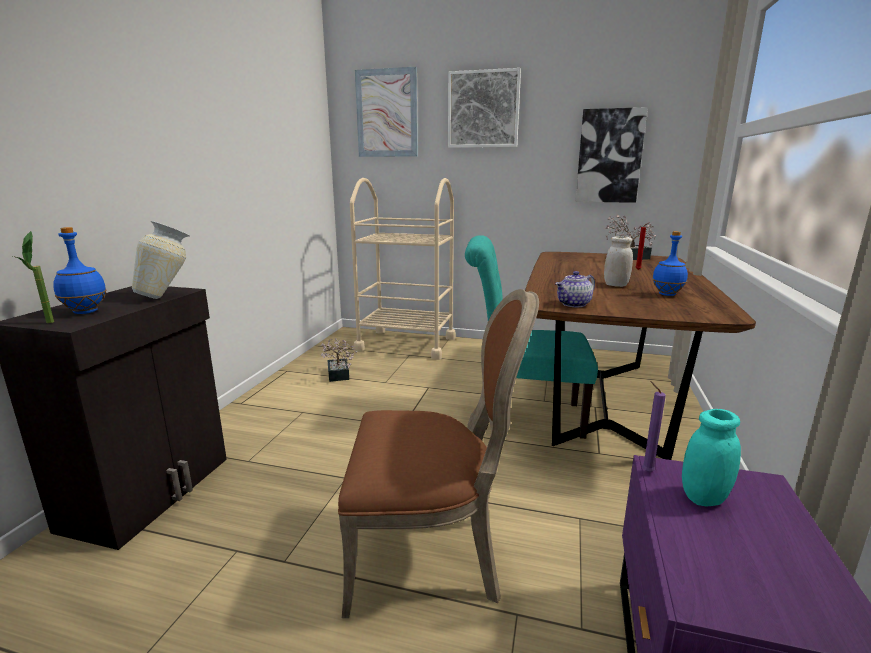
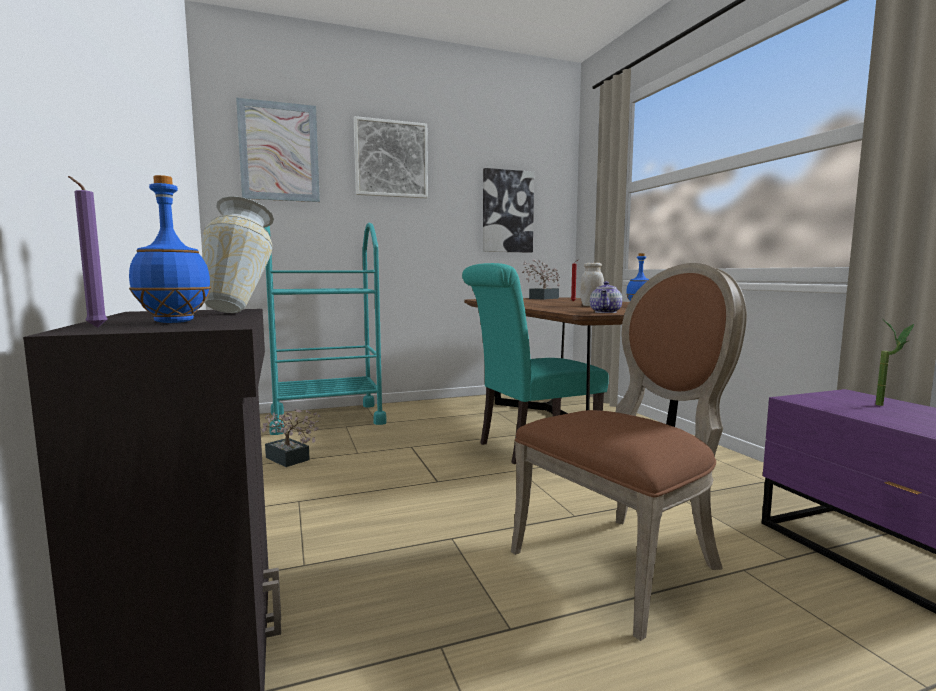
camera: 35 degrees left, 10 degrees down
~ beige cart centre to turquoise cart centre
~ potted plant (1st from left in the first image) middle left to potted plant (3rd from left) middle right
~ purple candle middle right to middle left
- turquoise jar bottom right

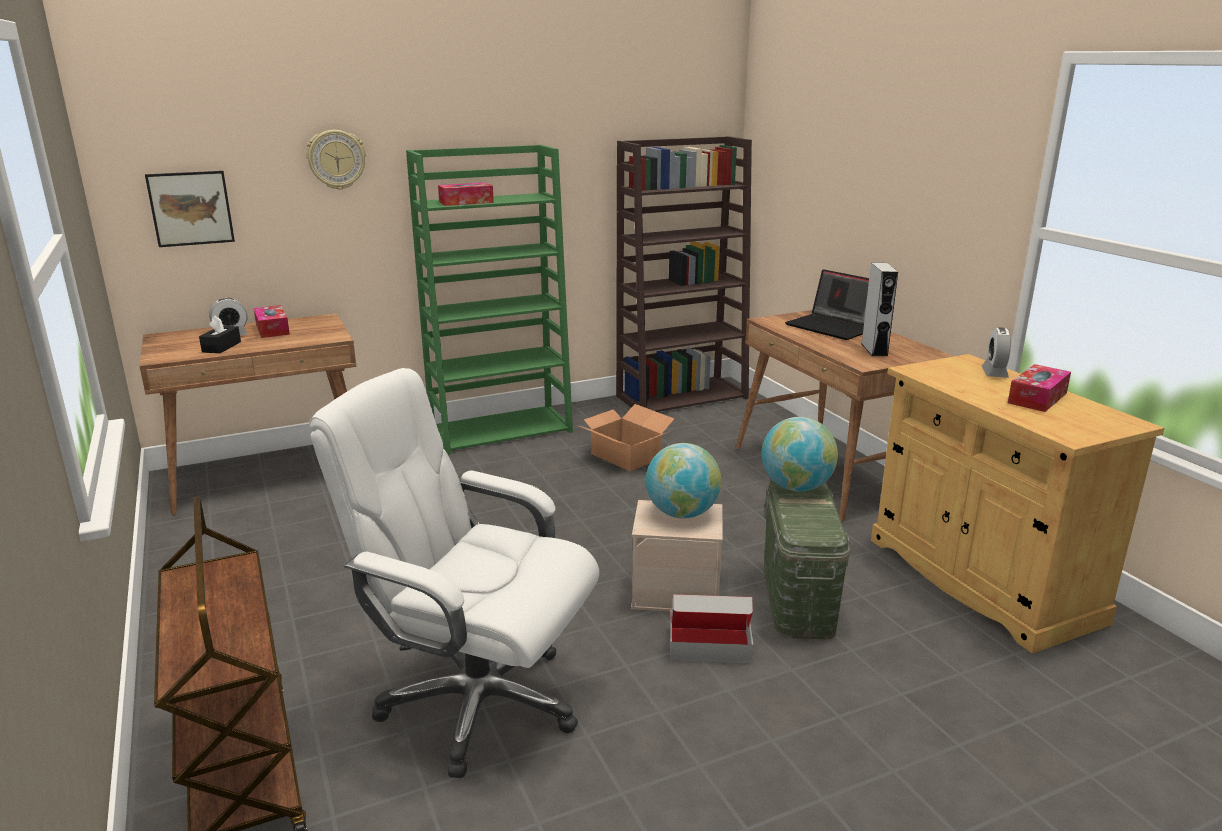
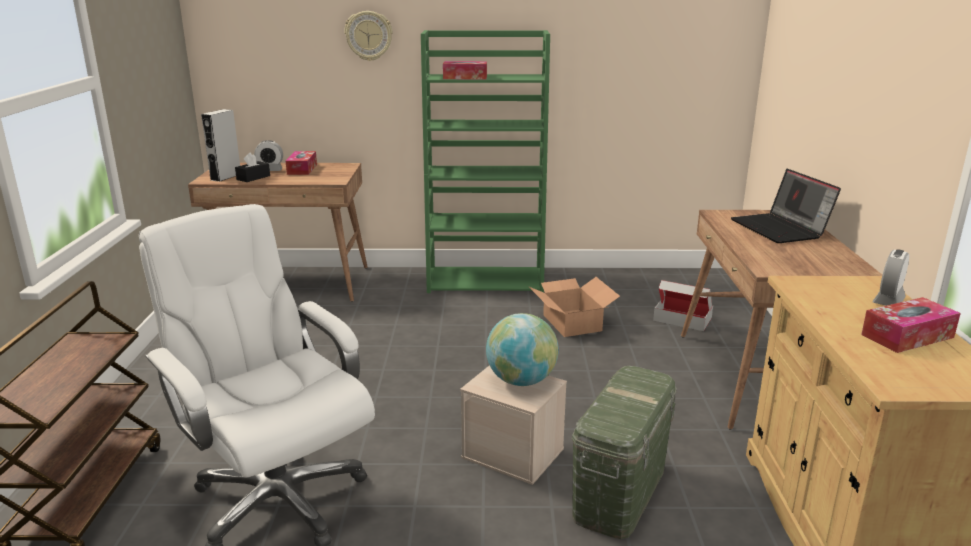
camera: 25 degrees right, 0 degrees up
- brown bookcase top centre
- picture top left
~ grey speaker middle right to top left
- globe (2nd from left) centre
~ cardboard box (2nd from left) bottom centre to middle right

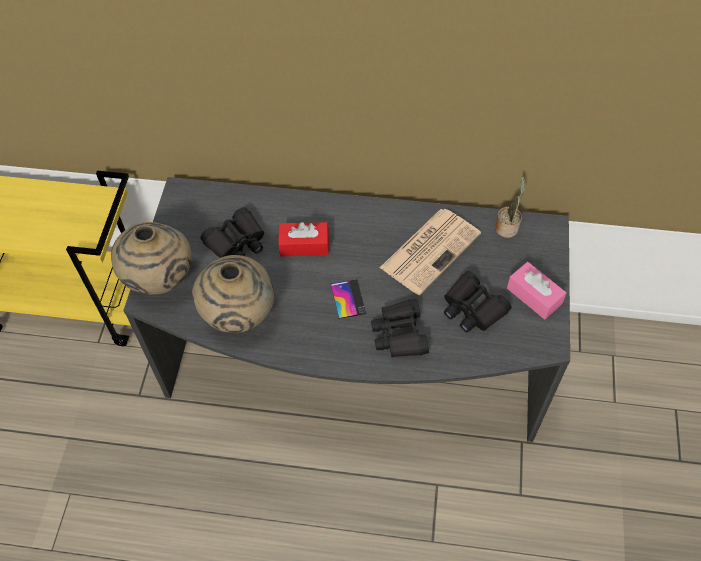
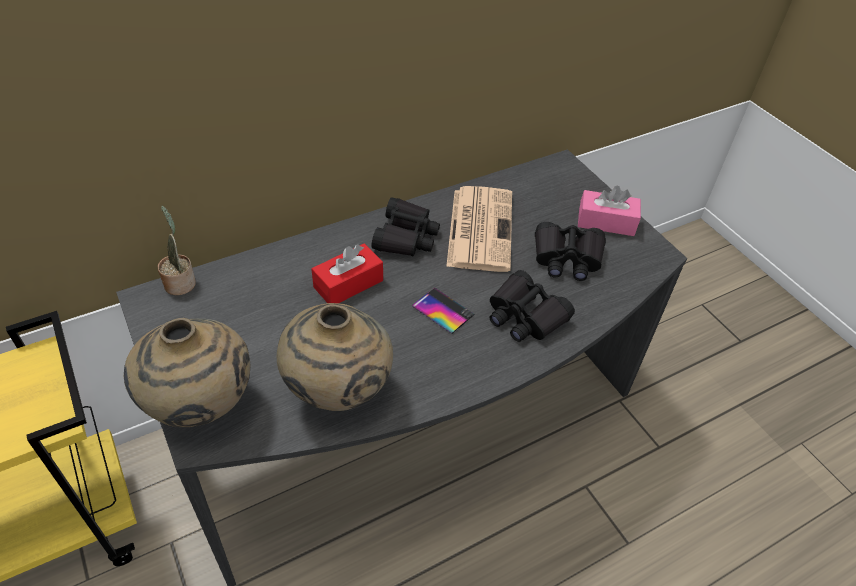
camera: 40 degrees left, 10 degrees down
~ potted plant middle right to middle left
~ black binoculars (1st from left) middle left to centre

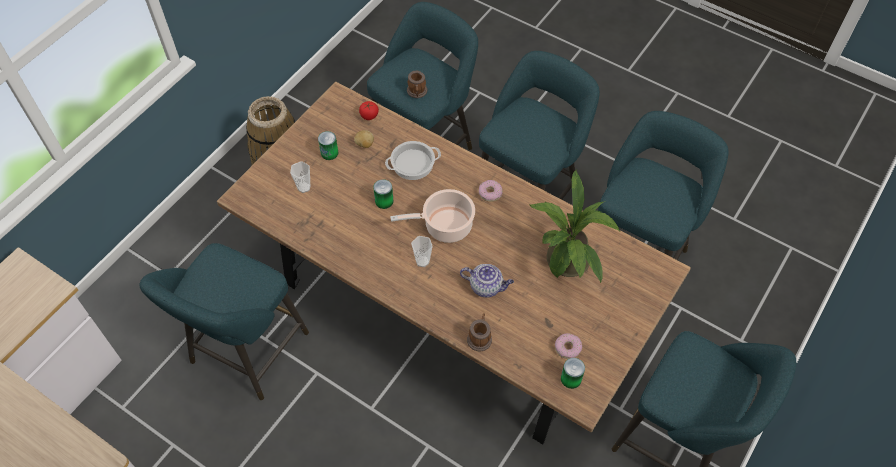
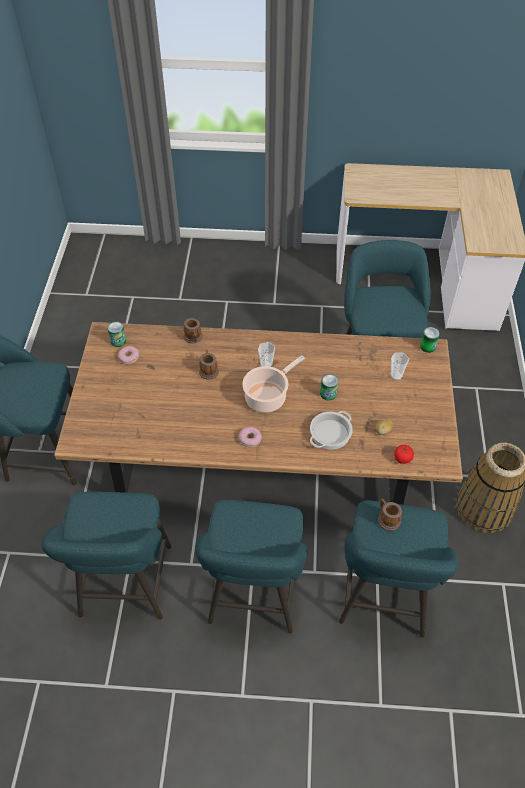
camera: 150 degrees right, 5 degrees down
~ can (1st from left in the first image) top centre to can (3rd from left) middle right
- potted plant centre
~ teapot centre to mug (2nd from left) centre

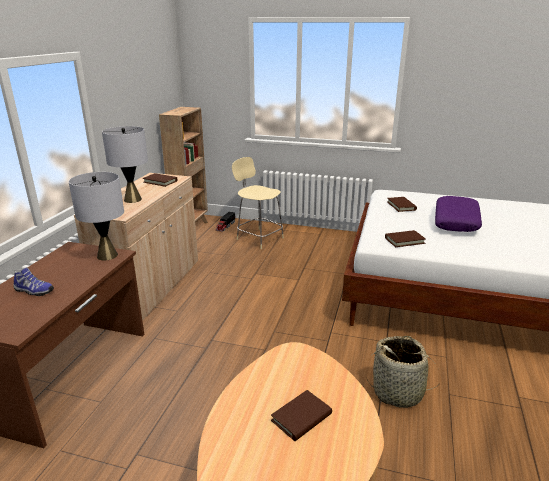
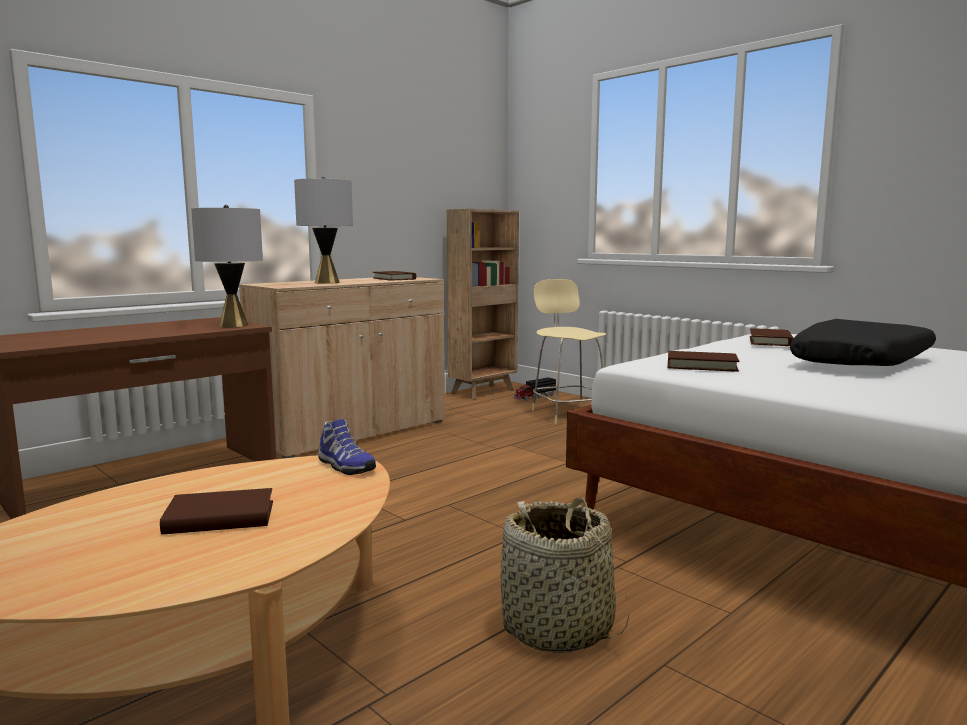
camera: 30 degrees right, 15 degrees down
~ purple pillow middle right to black pillow middle right
~ shoe middle left to centre

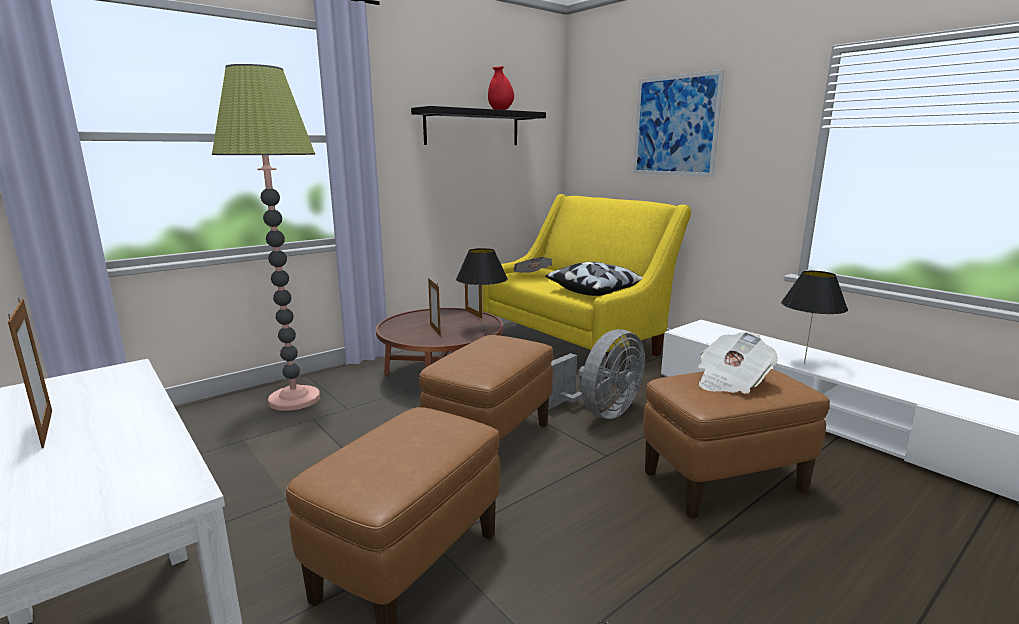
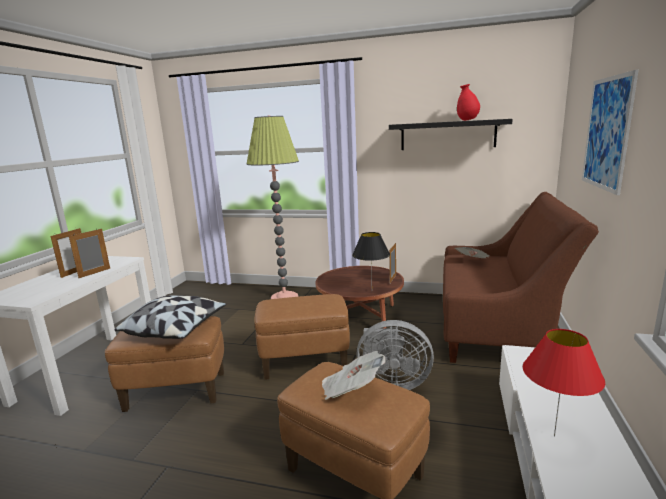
camera: 55 degrees right, 0 degrees up
~ yellow sofa centre to brown sofa middle right
~ pillow centre to middle left
~ black table lamp (2nd from left) middle right to red table lamp bottom right
~ picture frame (2nd from left) centre to middle left

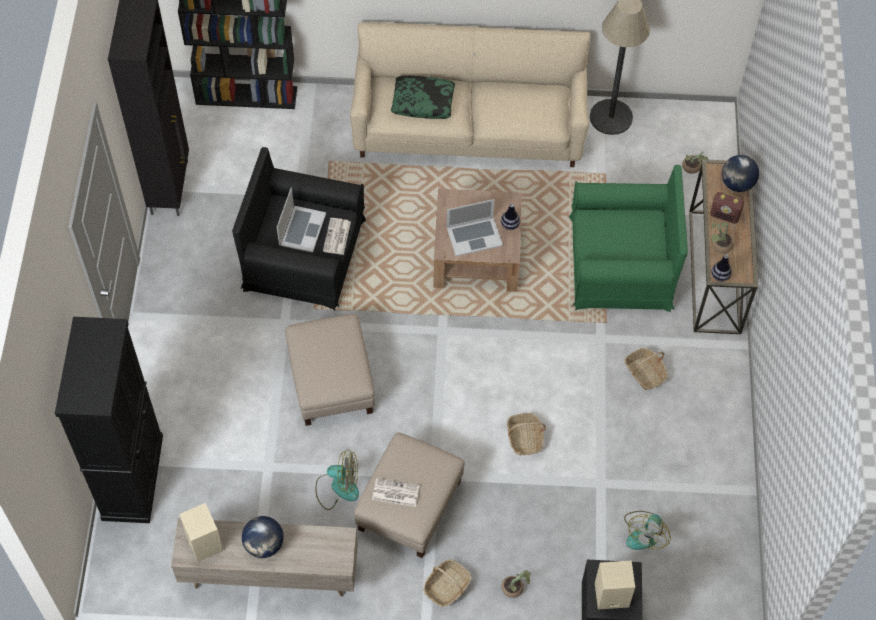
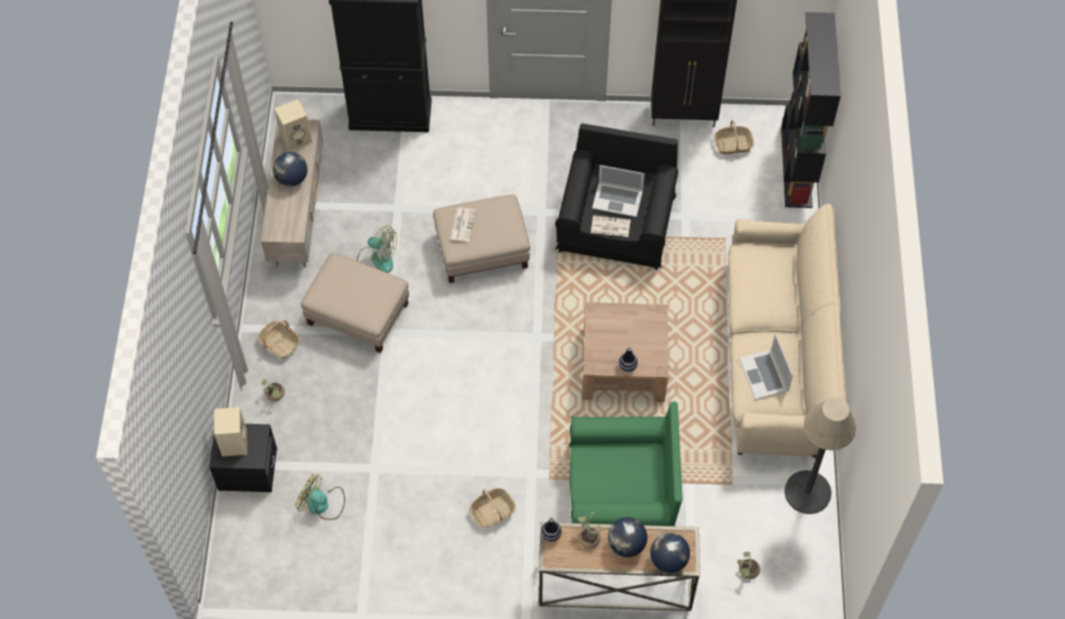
camera: 90 degrees right, 0 degrees up
- pillow top centre
~ green armchair middle right = bottom centre 90 degrees counterclockwise
~ radio middle right to globe (2nd from left) bottom centre
~ laptop (2nd from left) centre to middle right
~ basket (2nd from left in the first image) bottom centre to basket (3rd from left) top right
~ fan (1st from left in the first image) bottom centre = centre 75 degrees counterclockwise
~ newspaper (2nd from left in the first image) bottom centre to newspaper (1st from left) centre

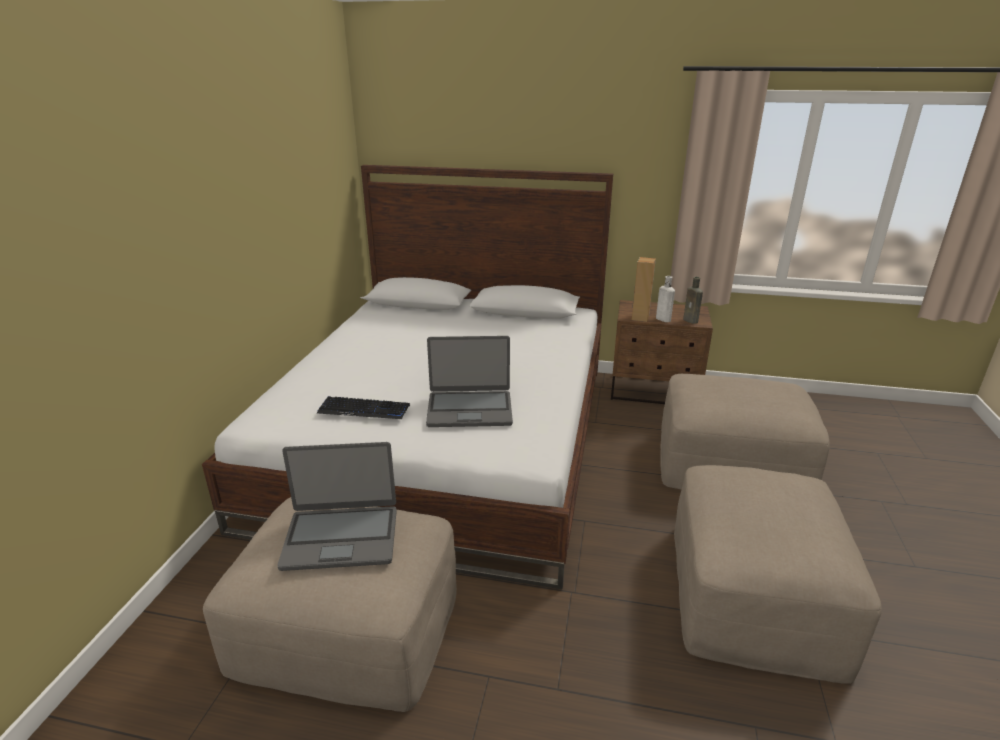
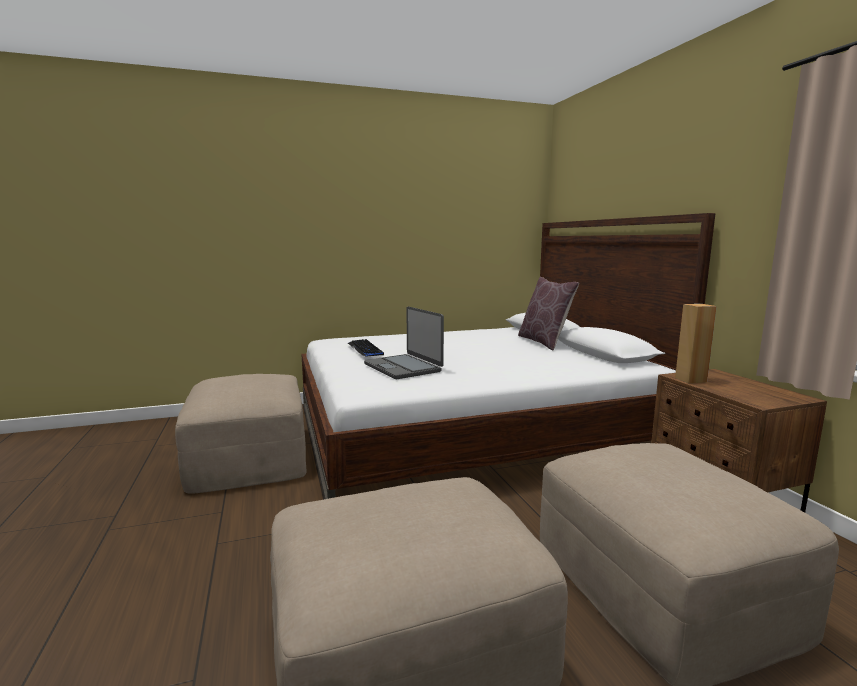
camera: 60 degrees right, 15 degrees down
- white bottle centre
- brown bottle middle right
- laptop (1st from left) bottom centre
+ brown pillow centre

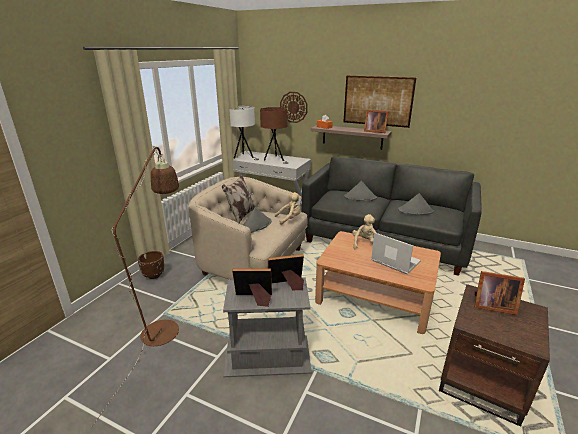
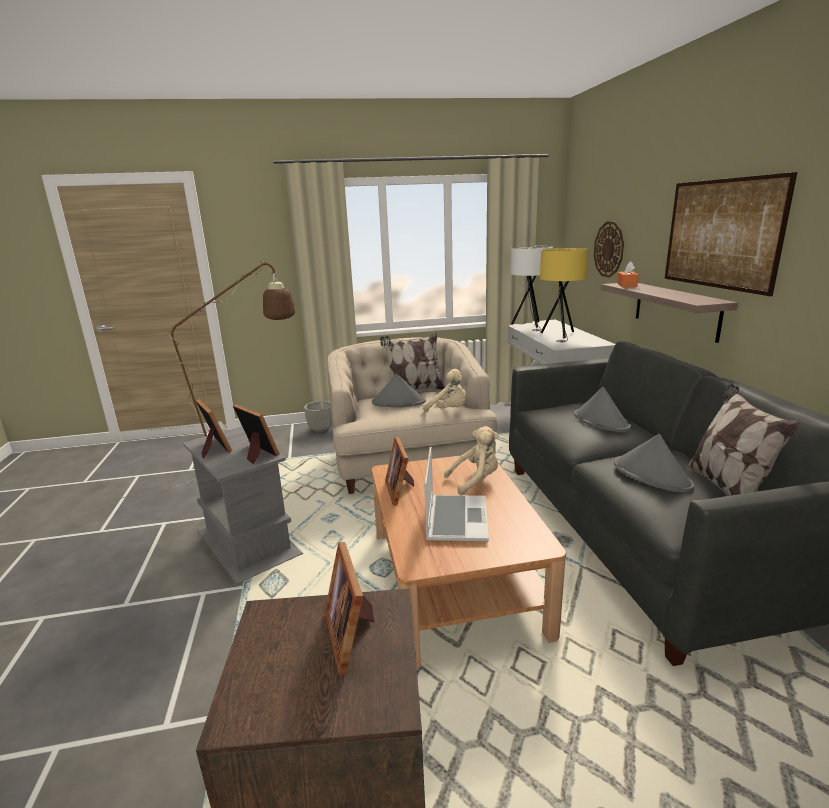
camera: 55 degrees right, 5 degrees down
~ brown table lamp top centre to yellow table lamp middle right
~ picture frame (3rd from left in the first image) top centre to picture frame (4th from left) centre
~ brown planter middle left to grey planter centre
+ pillow (2nd from left) middle right

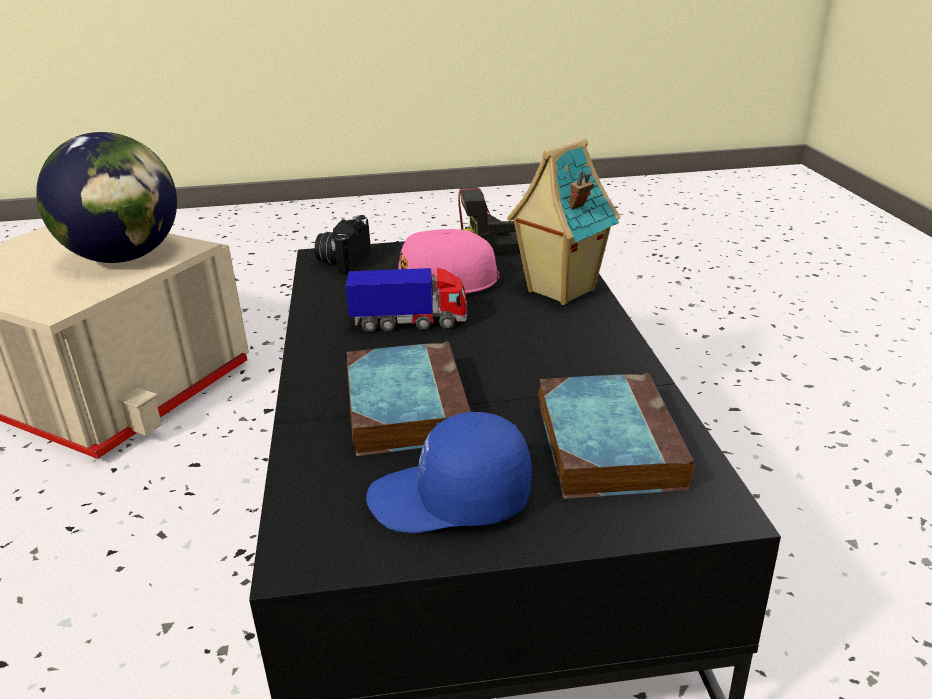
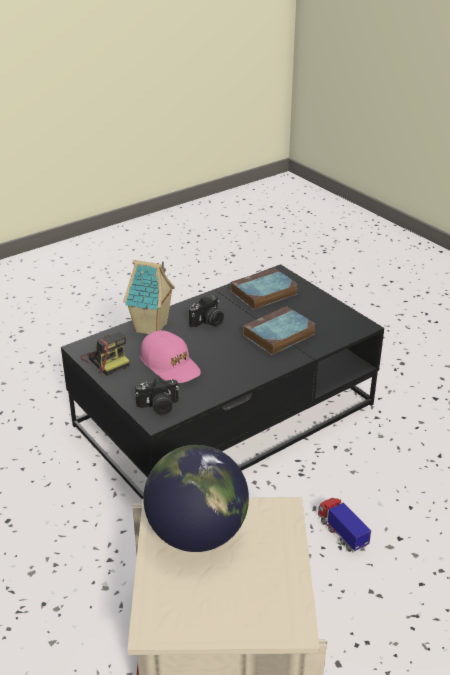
camera: 120 degrees left, 5 degrees up
~ toy truck centre to bottom right
- blue cap bottom centre
+ photo camera (3rd from left) centre

